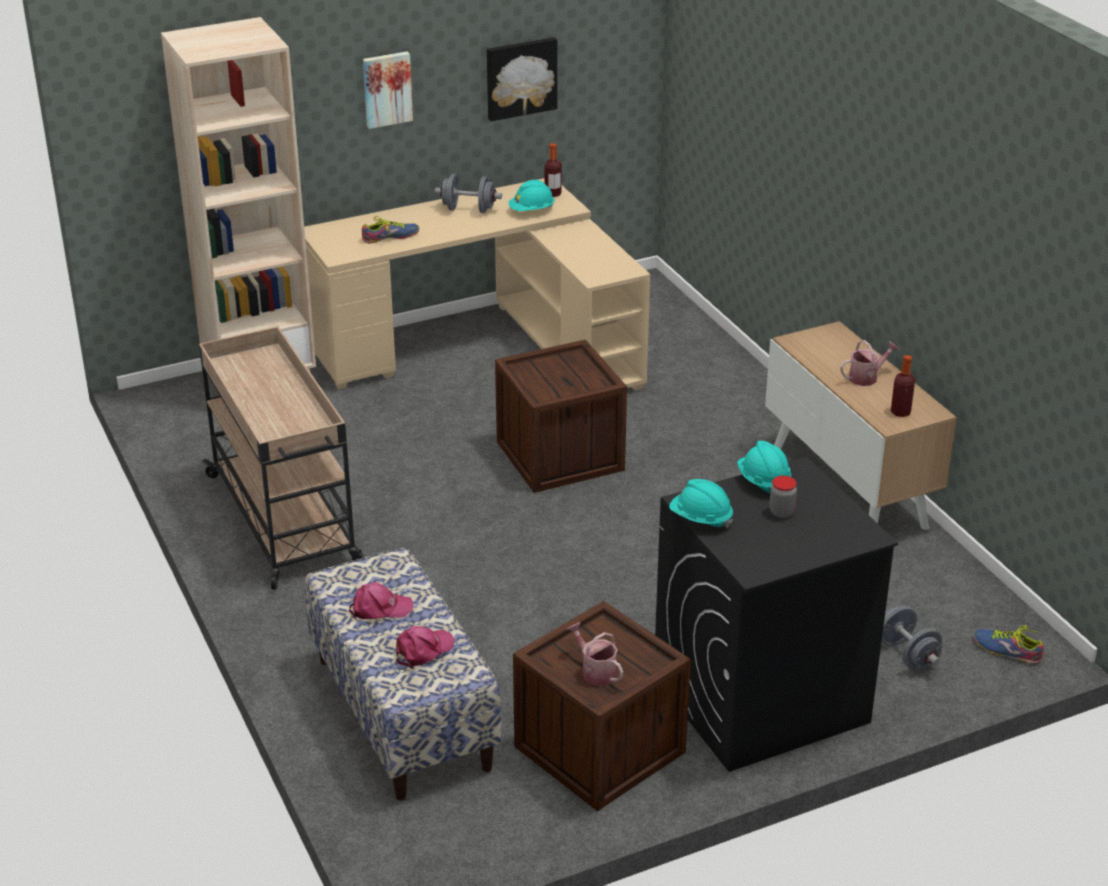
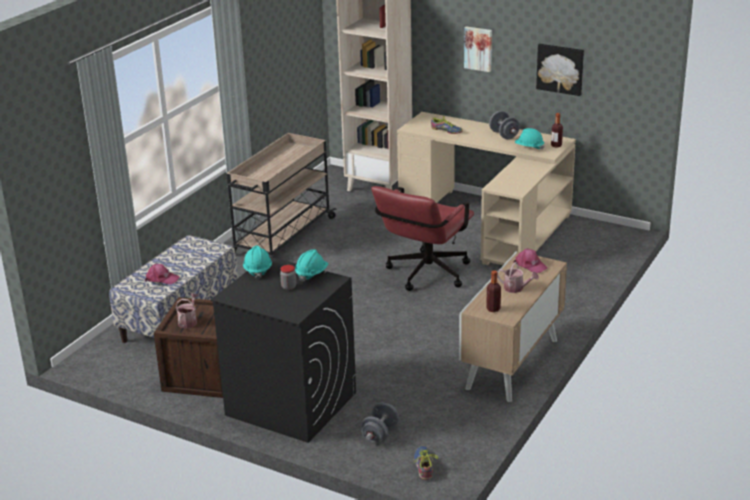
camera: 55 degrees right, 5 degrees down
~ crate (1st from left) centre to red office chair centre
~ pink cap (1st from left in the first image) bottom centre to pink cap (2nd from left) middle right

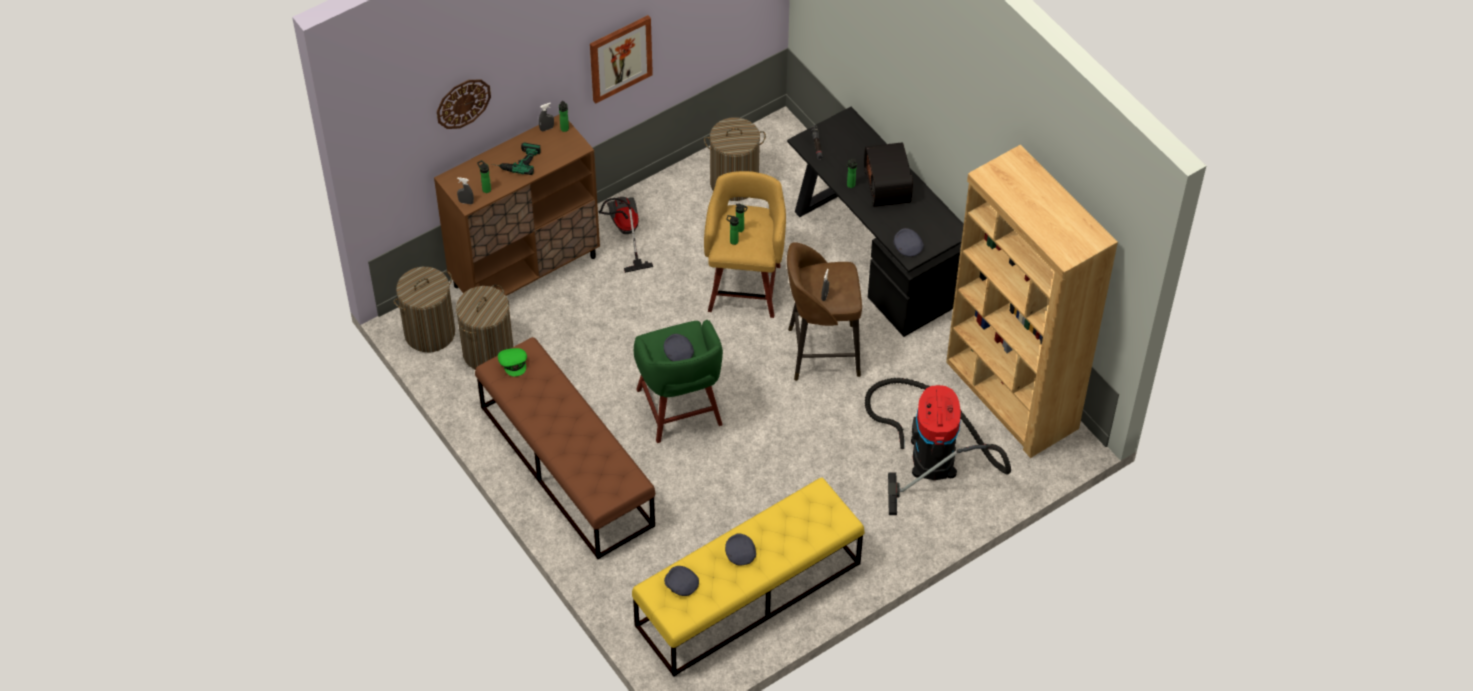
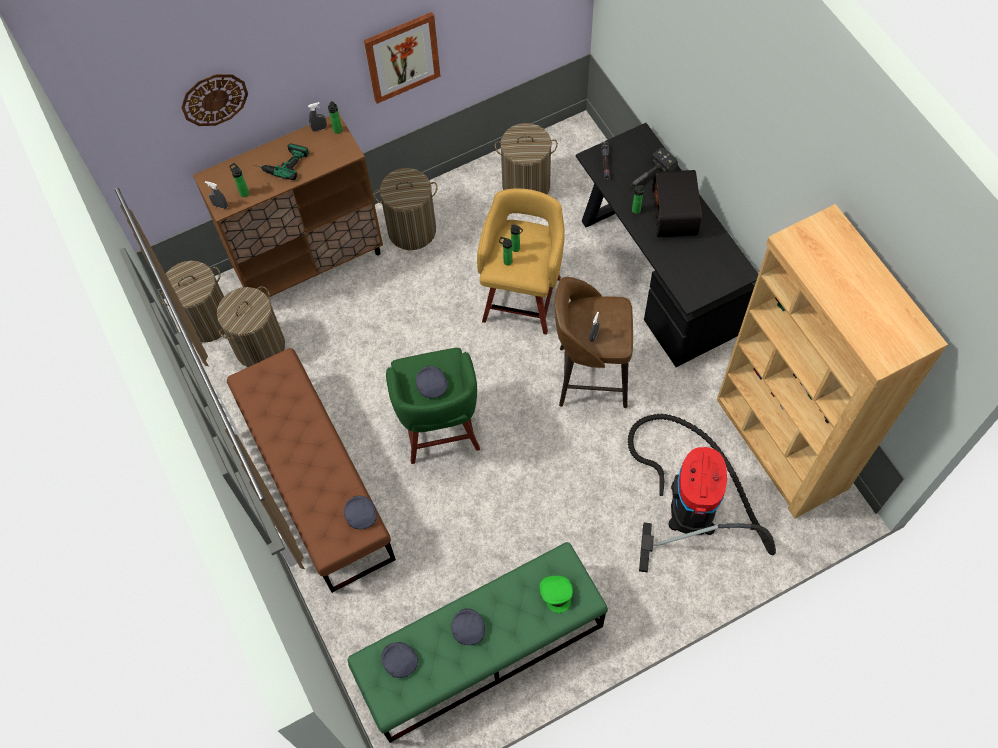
camera: 10 degrees right, 10 degrees up
~ vacuum cleaner (1st from left) centre to laundry basket (3rd from left) top centre
~ grey cap (4th from left in the first image) centre to grey cap (1st from left) bottom centre
~ green cap centre to bottom centre
~ yellow bench bottom centre to green bench bottom centre
+ hammer top centre

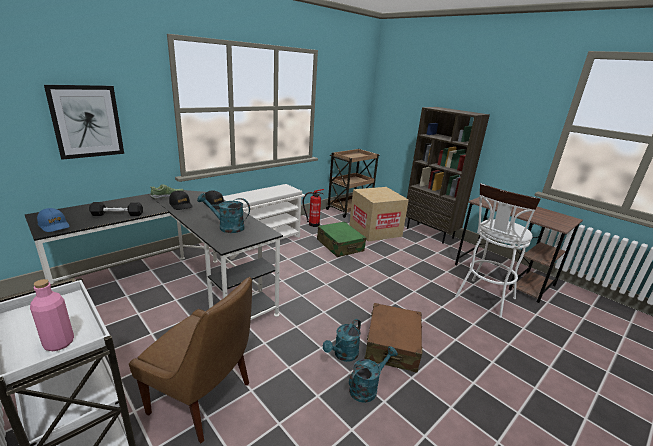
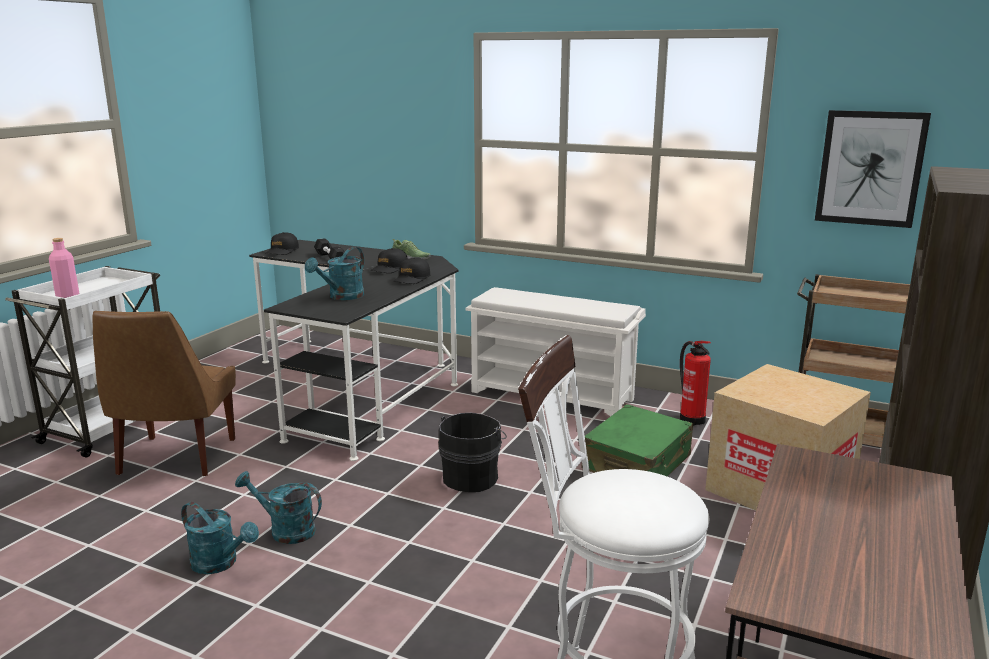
camera: 70 degrees right, 5 degrees down
~ picture top left to top right
~ turquoise watering can (1st from left in the first image) centre = centre 135 degrees counterclockwise
~ blue cap middle left to black cap (1st from left) middle left
- brown suitcase bottom centre
+ black bucket bottom centre

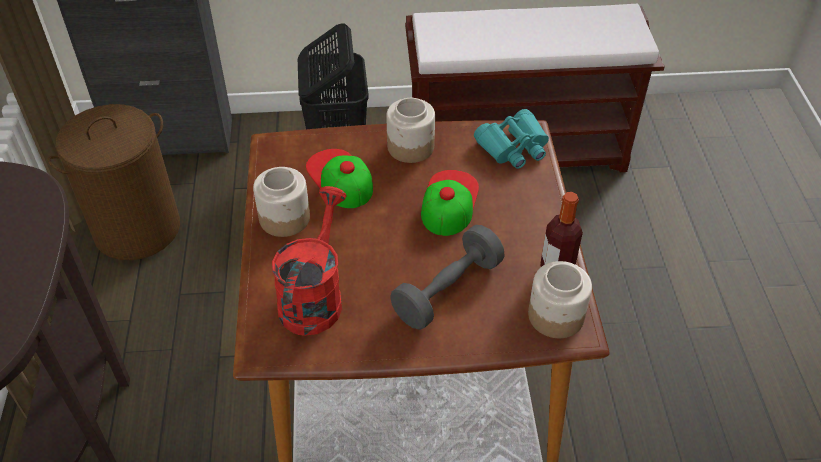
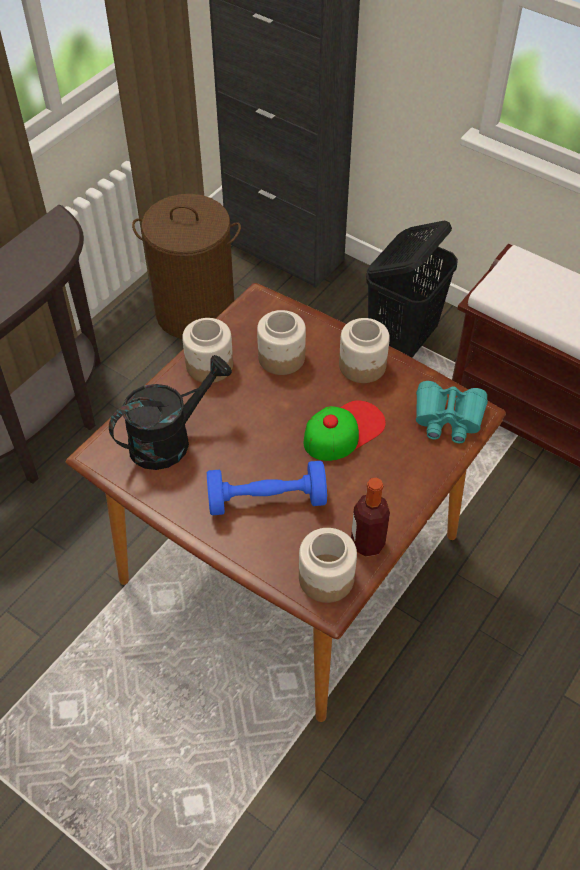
camera: 40 degrees right, 5 degrees up
~ cap (1st from left) centre to jar (2nd from left) centre
~ red watering can centre to black watering can middle left
~ grey dumbbell centre to blue dumbbell centre

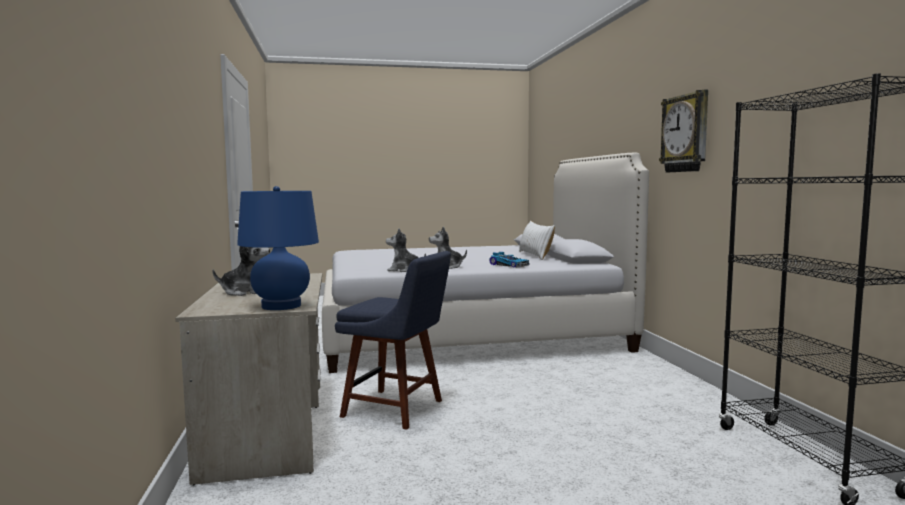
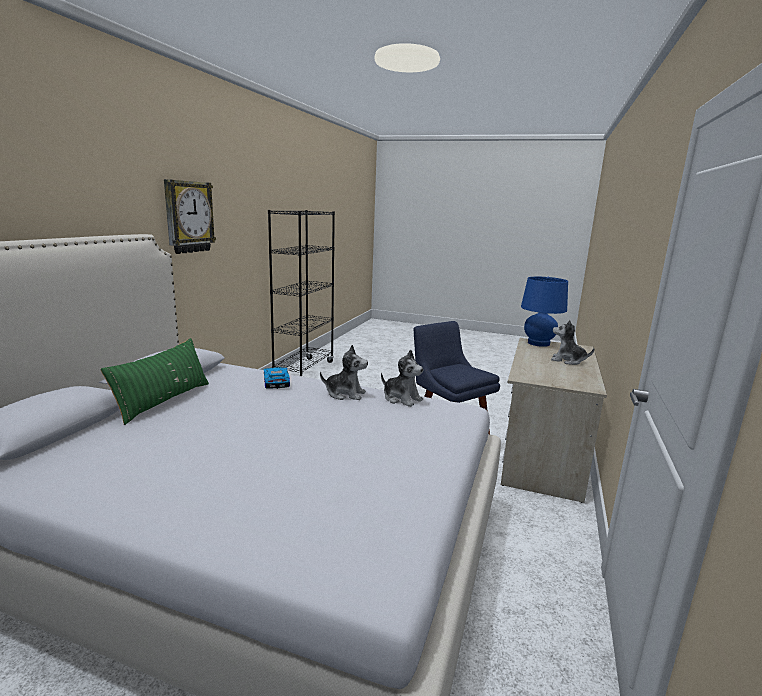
camera: 150 degrees left, 10 degrees up
~ white pillow centre to green pillow middle left

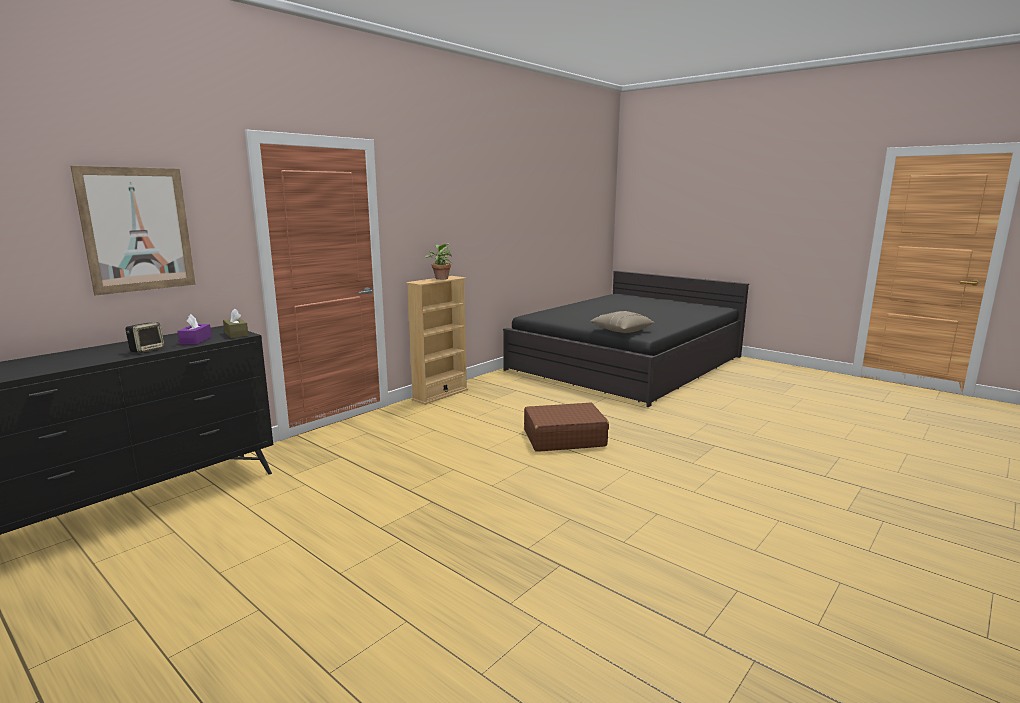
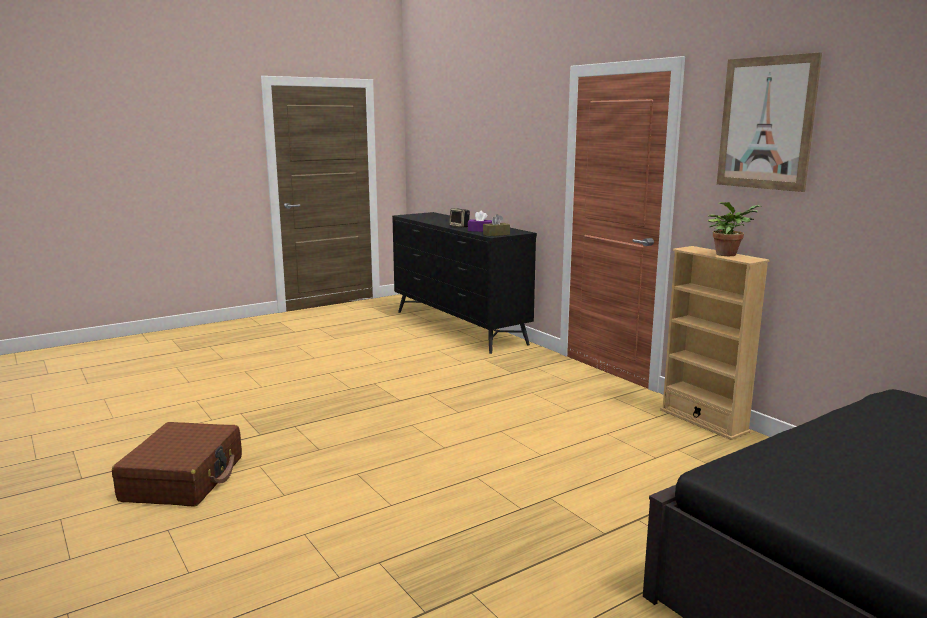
camera: 105 degrees right, 0 degrees up
~ picture top left to top right
- beige pillow centre
~ brown suitcase centre to bottom left

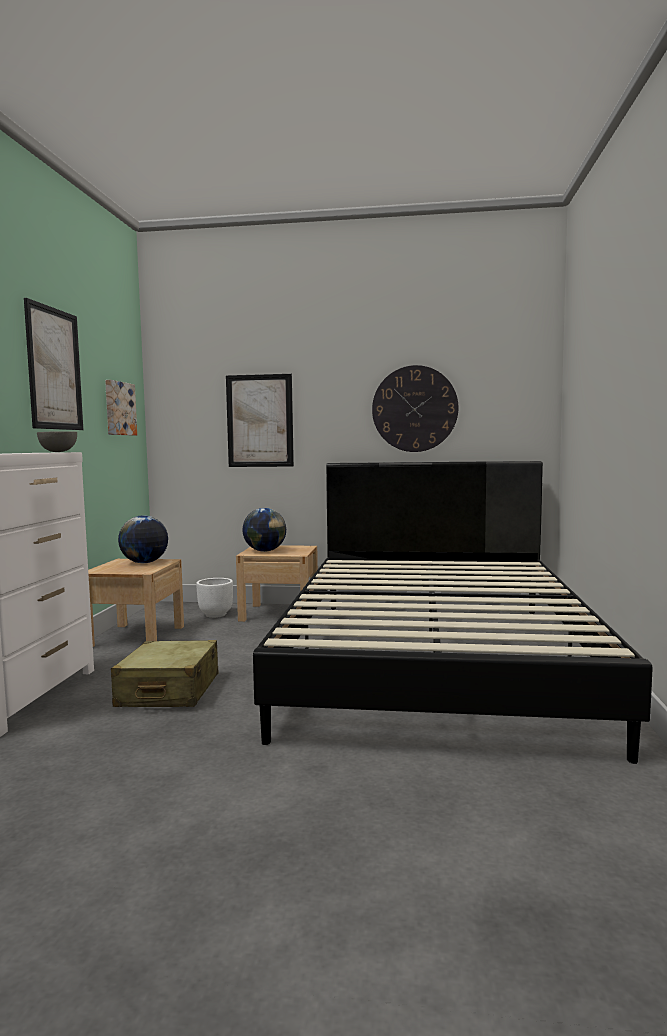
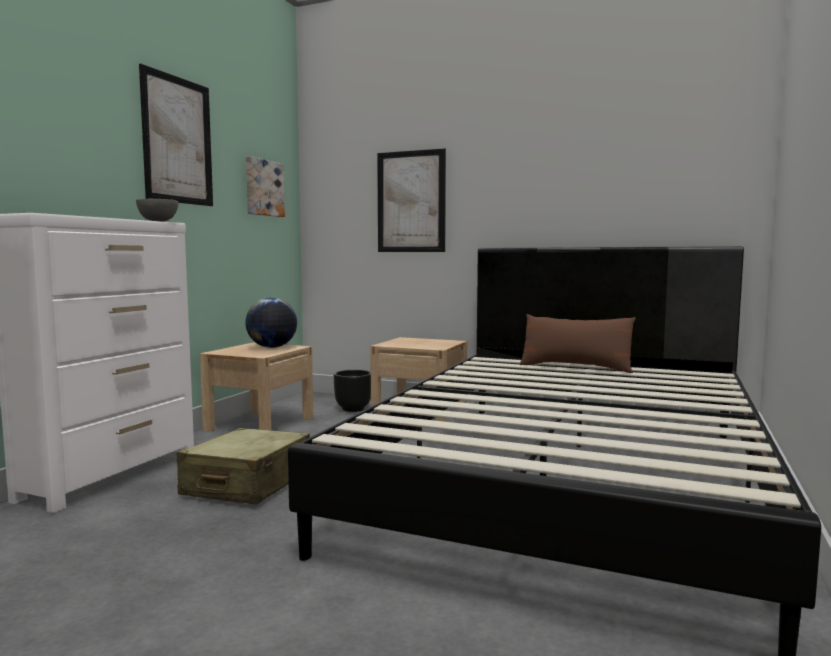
camera: 15 degrees right, 0 degrees up
- wall clock centre
- globe (2nd from left) centre
~ white planter middle left to black planter centre
+ brown pillow middle right

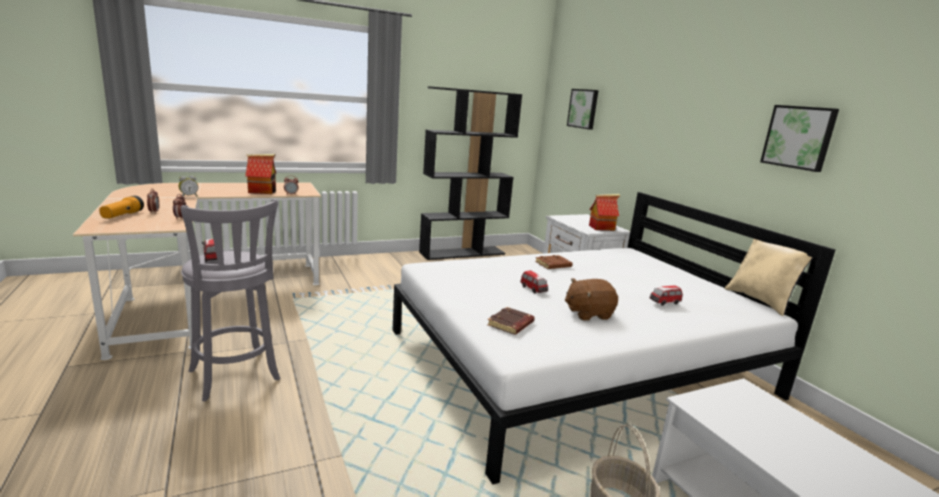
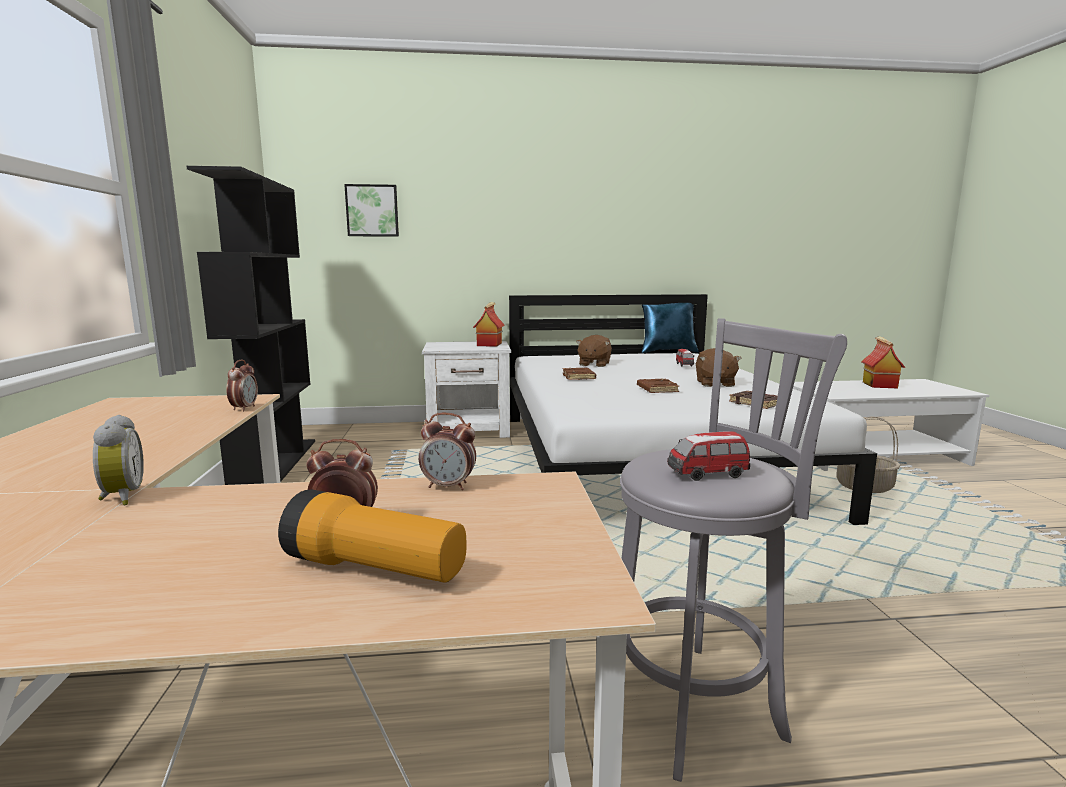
camera: 70 degrees left, 5 degrees down
- picture (2nd from left) top right
~ toy house (1st from left in the first image) middle left to toy house (2nd from left) middle right
~ beige pillow middle right to blue pillow centre
~ toy car (2nd from left) centre to brown book (2nd from left) centre
+ brown plush toy (1st from left) centre

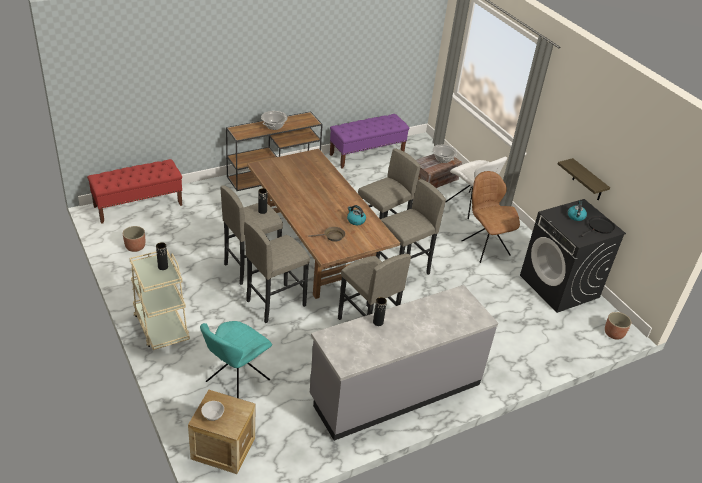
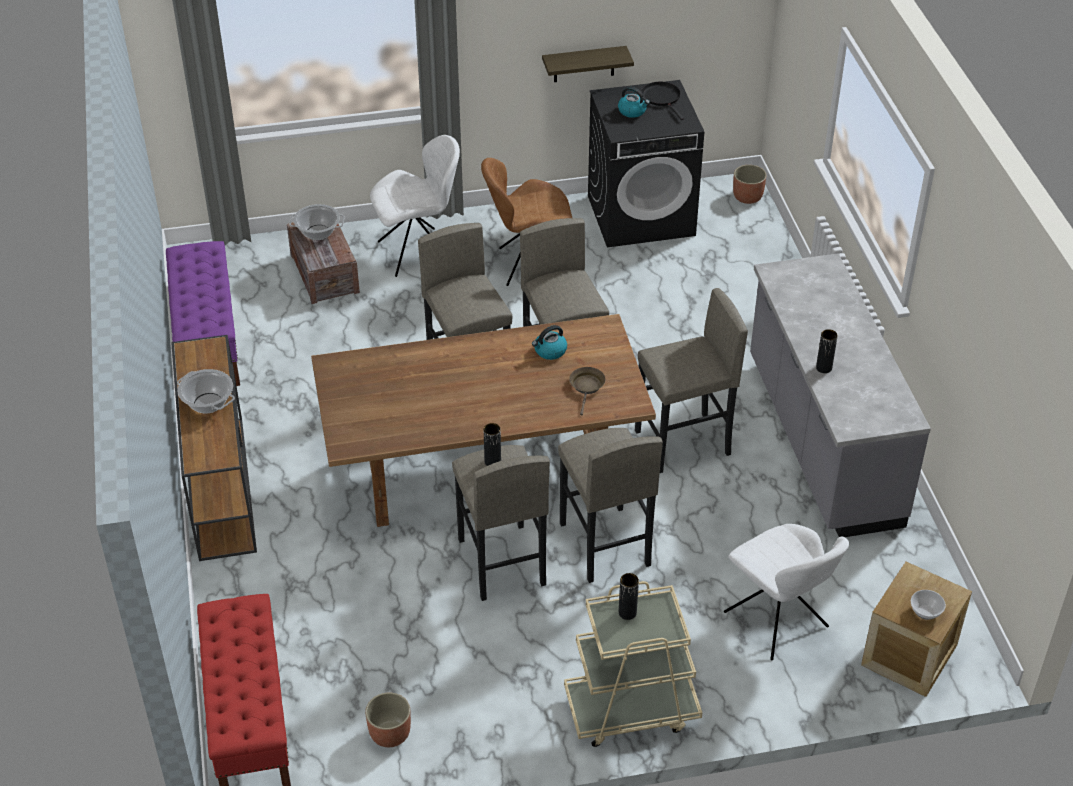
camera: 70 degrees left, 5 degrees up
~ turquoise chair bottom centre to white chair (2nd from left) bottom right

